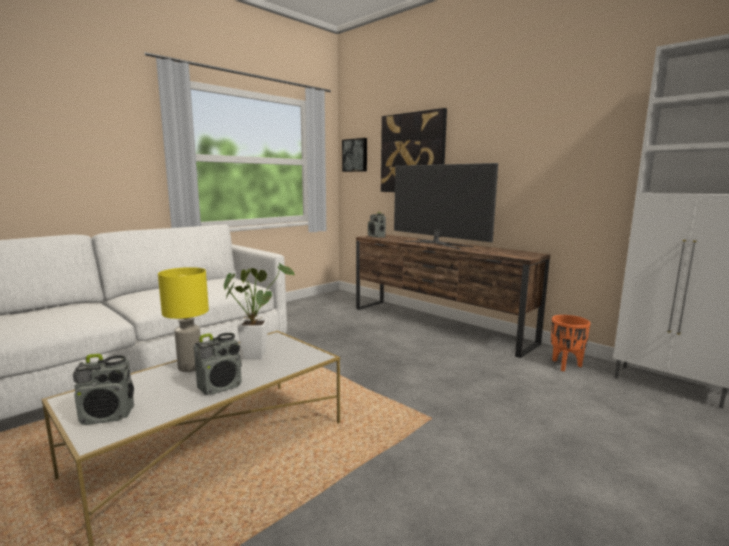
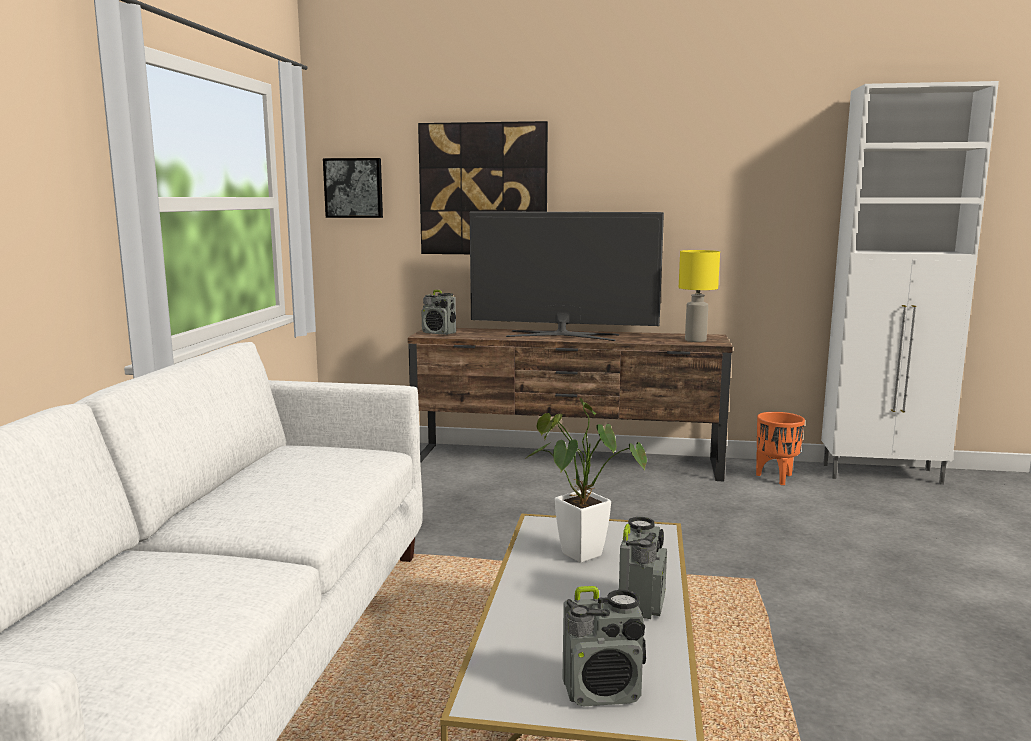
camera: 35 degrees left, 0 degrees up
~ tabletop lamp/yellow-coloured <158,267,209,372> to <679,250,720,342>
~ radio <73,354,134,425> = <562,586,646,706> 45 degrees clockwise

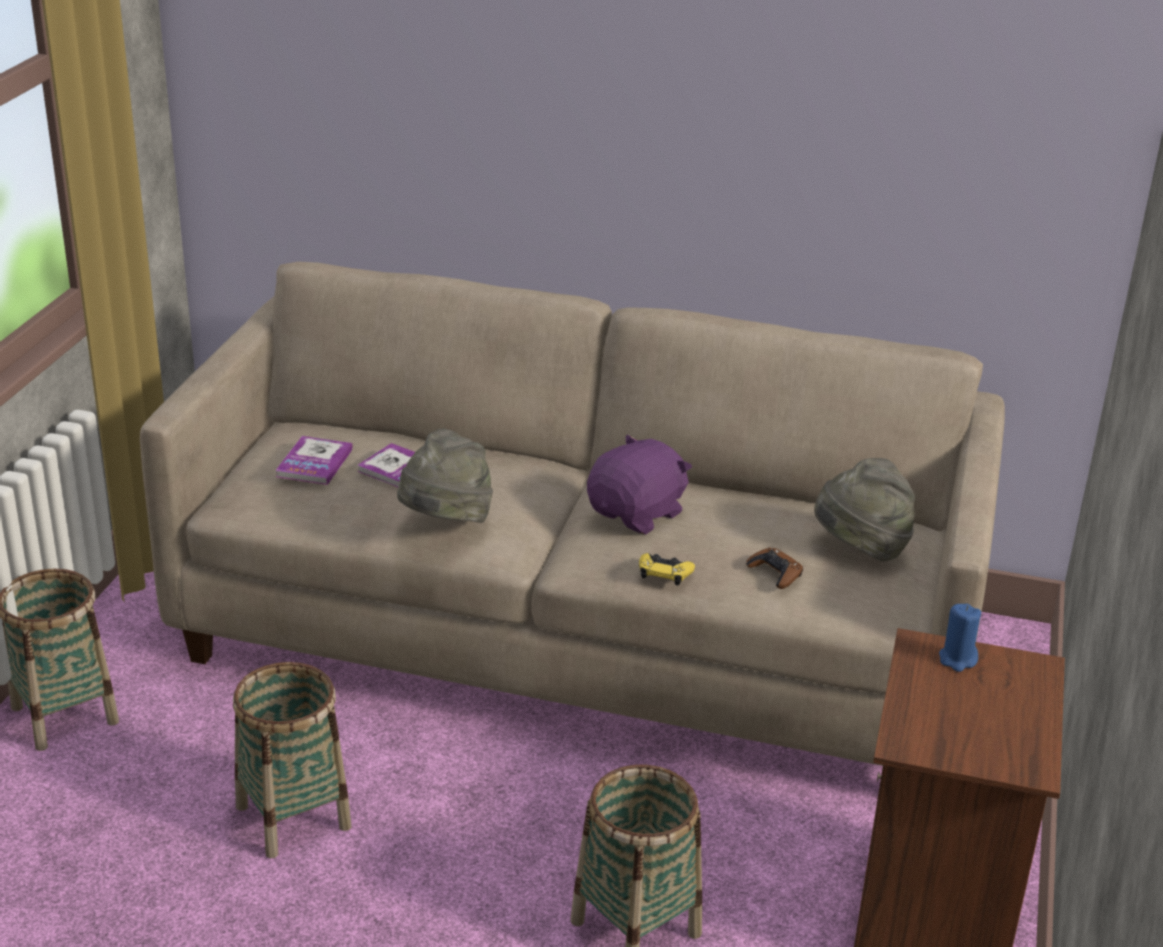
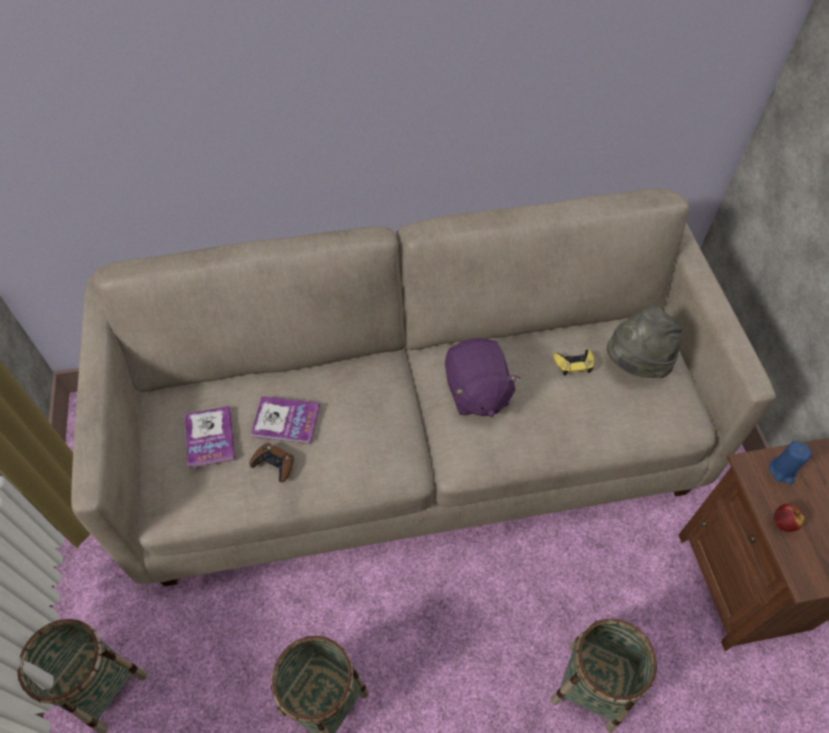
camera: 25 degrees left, 25 degrees up
- wearable hat/greyish <397,429,493,523>
~ cuddly toy/purple-coloured <587,435,692,535> = <445,338,520,417> 150 degrees clockwise
~ game controller/brown <746,547,803,589> to <249,443,294,482>
~ game controller/yellow-coloured <639,553,695,586> to <554,349,594,375>
+ apple <774,504,805,532>

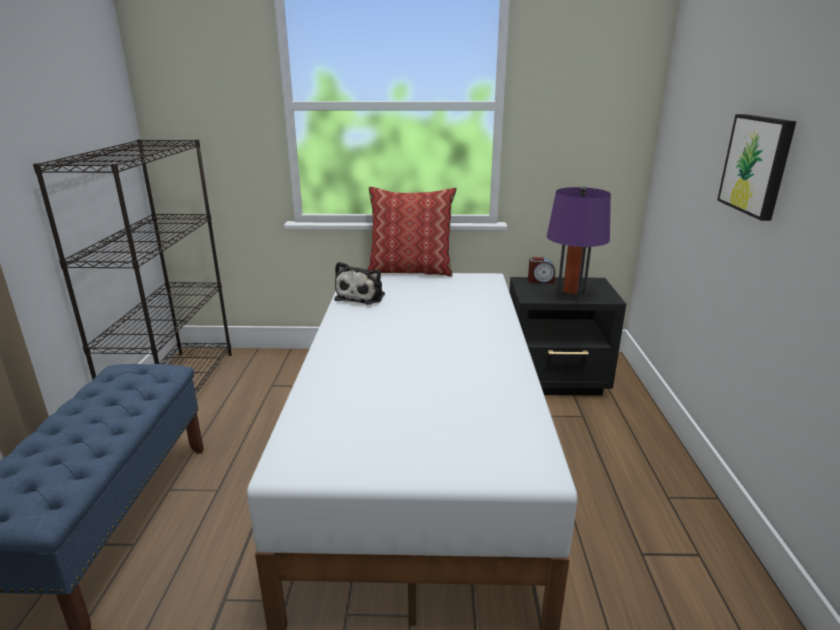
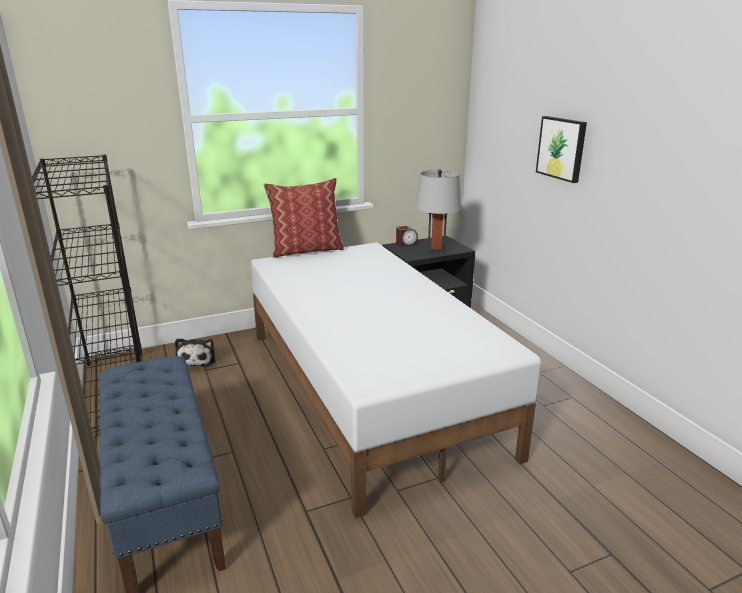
camera: 25 degrees left, 0 degrees up
~ tabletop lamp/purple-coloured <547,186,611,301> to tabletop lamp/greyish <416,169,461,254>
~ cuddly toy <334,262,385,305> to <175,338,216,368>

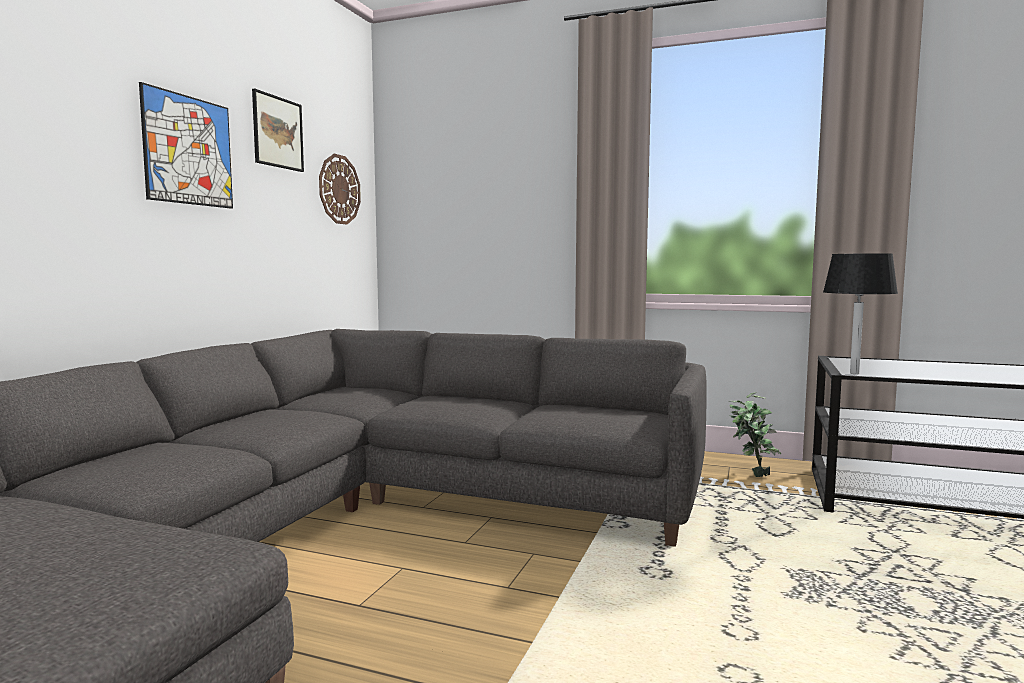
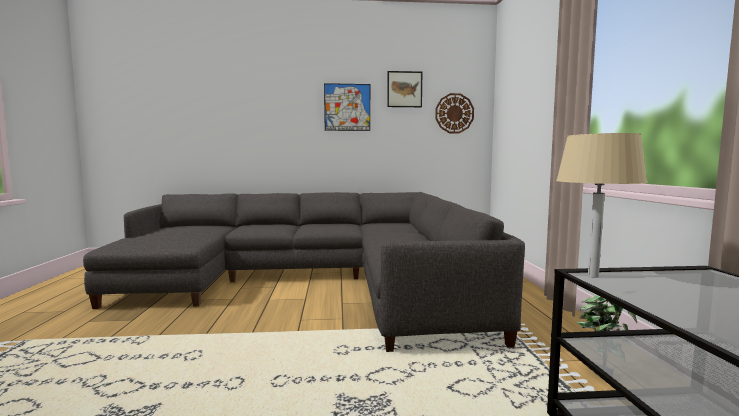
camera: 65 degrees right, 0 degrees up
~ tabletop lamp/black-coloured <823,253,898,374> to tabletop lamp/sand-coloured <556,133,648,278>

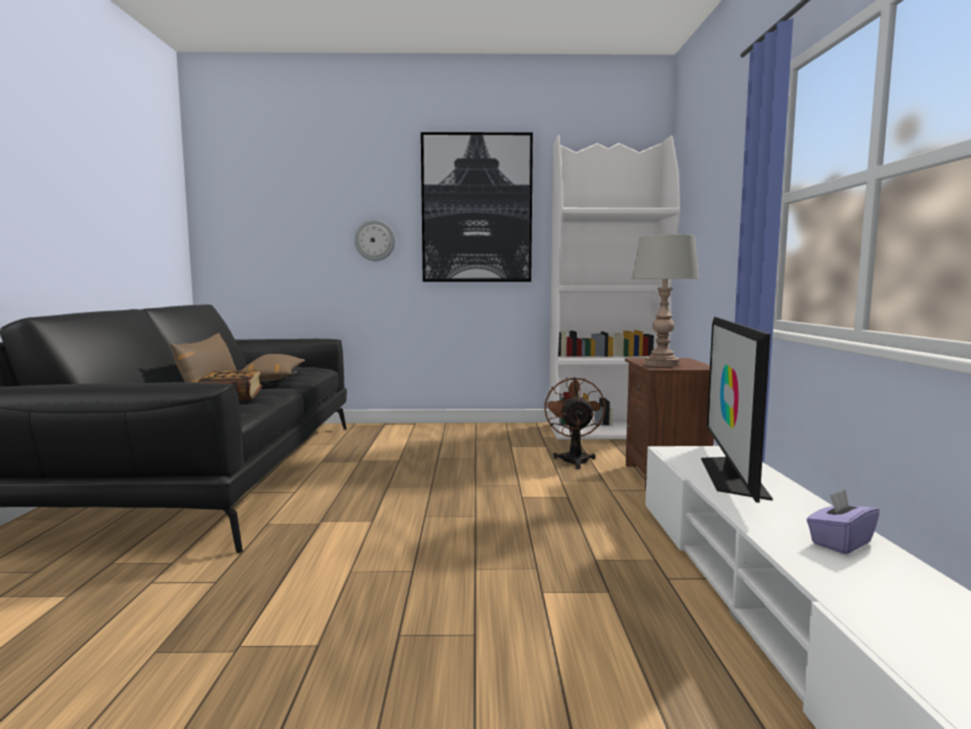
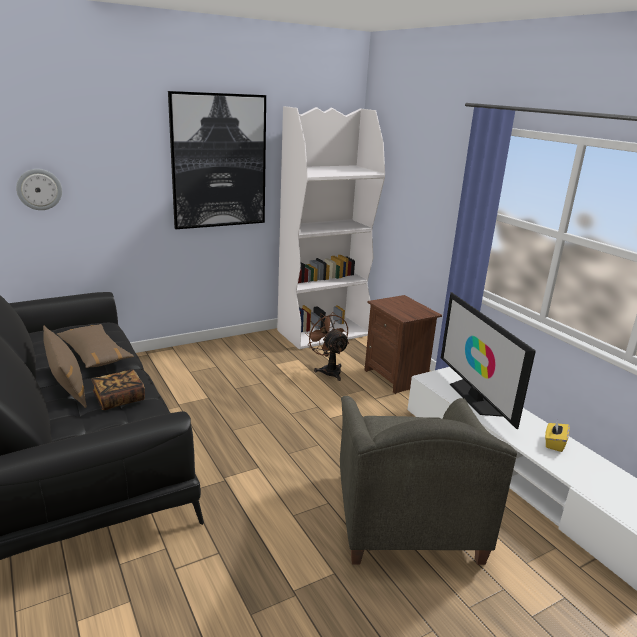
camera: 30 degrees left, 15 degrees up
~ clock on the wall <354,220,395,261> to <16,169,62,210>
- tabletop lamp/greyish <632,234,700,367>
~ box of tissues/purple-coloured <807,489,880,554> to box of tissues/yellow-coloured <545,419,570,452>
+ lounge chair/greyish <340,396,517,565>

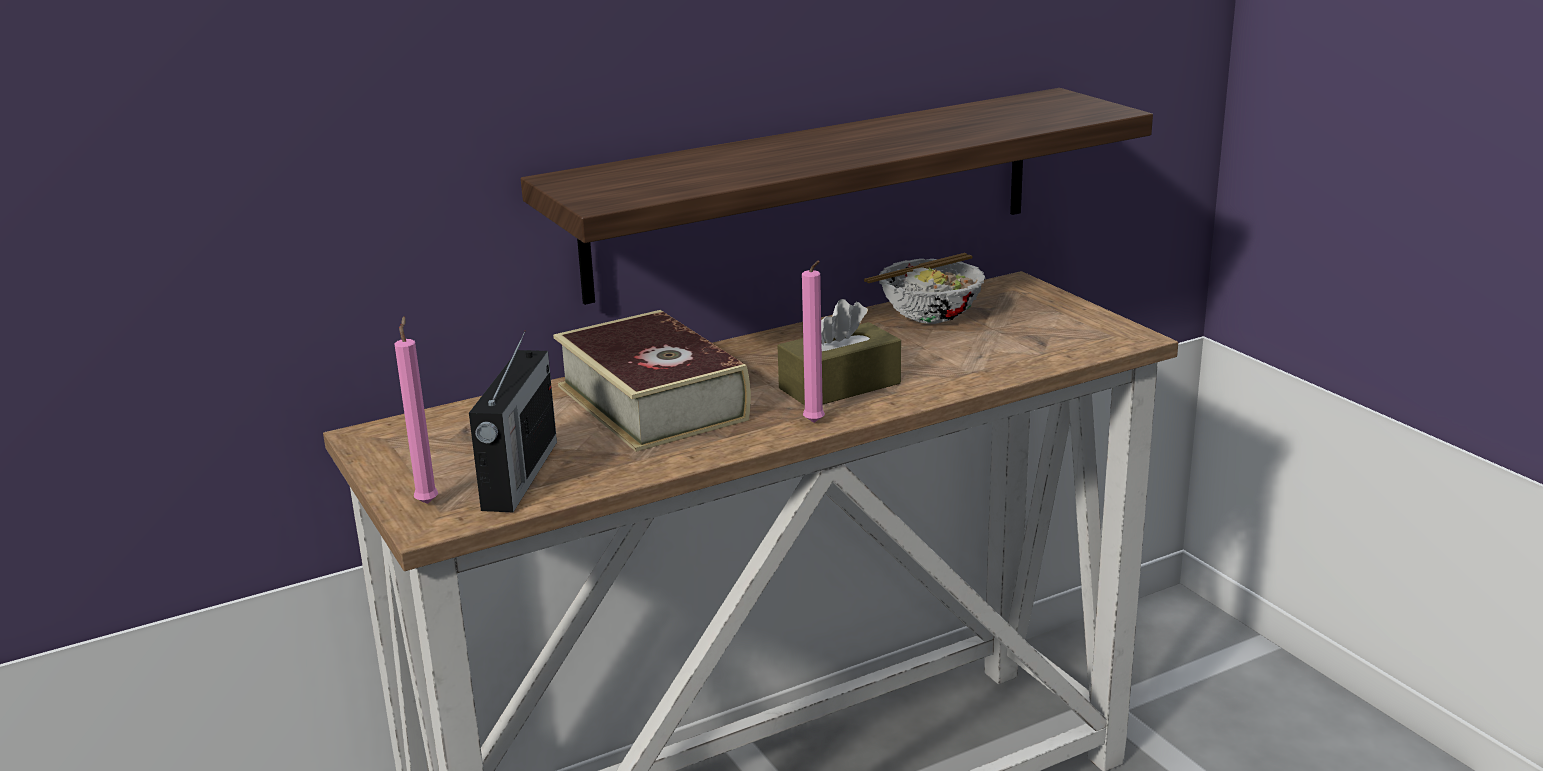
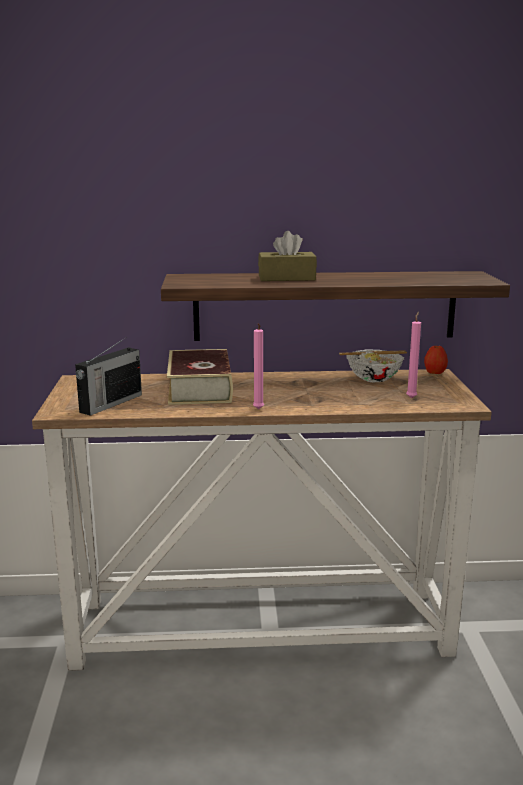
camera: 25 degrees right, 5 degrees down
~ box of tissues/brown <778,299,901,405> to <258,231,317,281>
~ candle/pink-coloured <395,316,438,504> to <406,312,421,398>
+ apple <424,345,448,374>

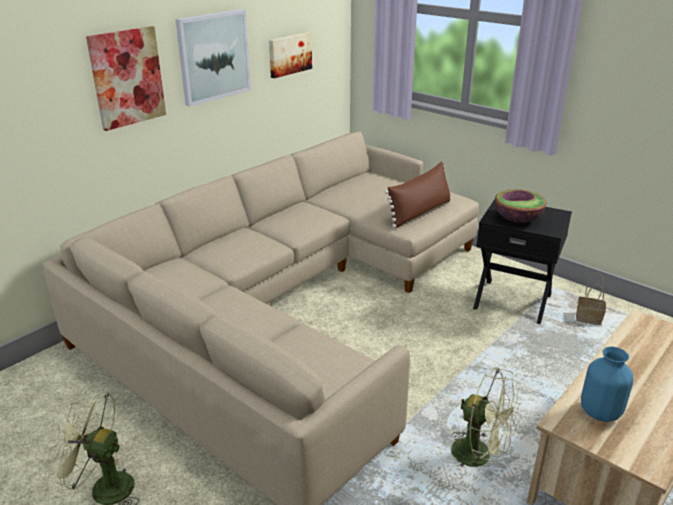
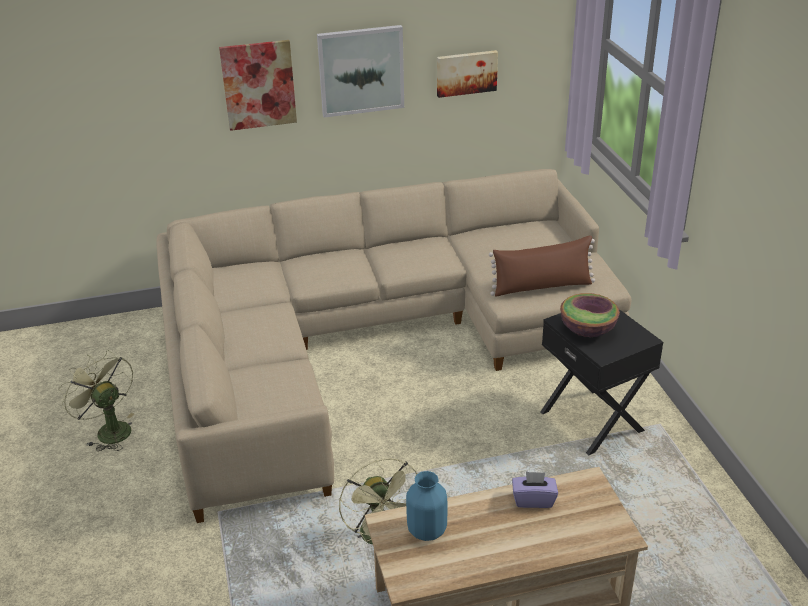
camera: 35 degrees right, 5 degrees up
- basket <576,273,606,325>
+ box of tissues/purple-coloured <512,471,558,508>

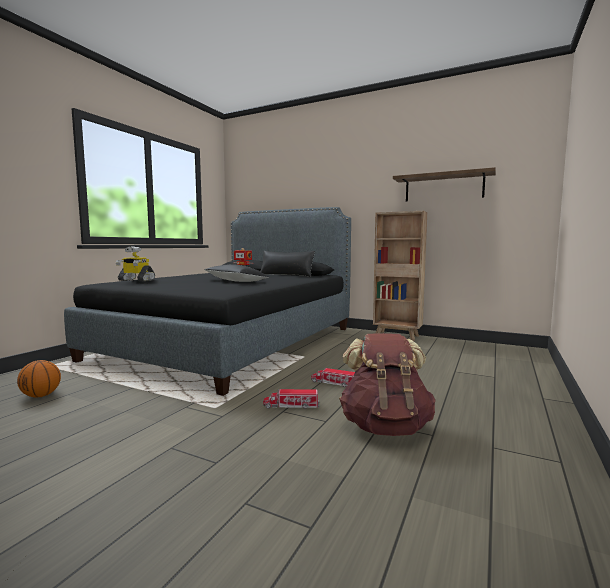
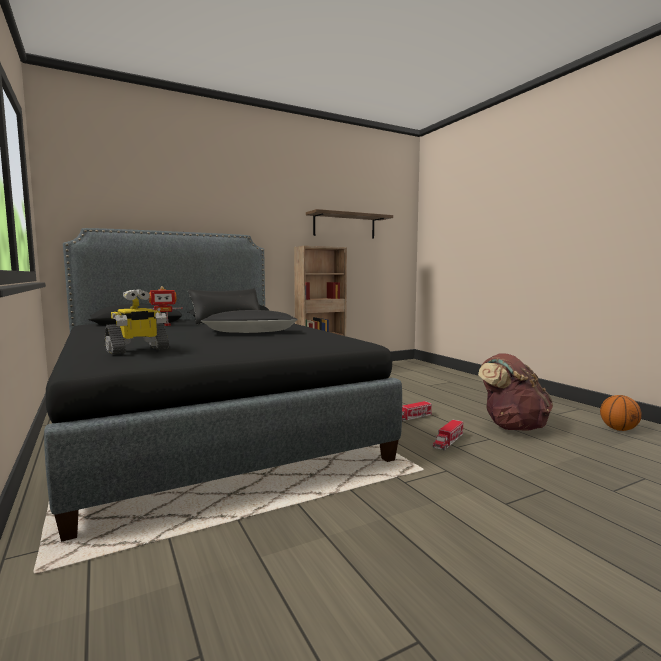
camera: 55 degrees left, 0 degrees up
~ ball for basketball <17,360,61,397> to <600,395,642,431>

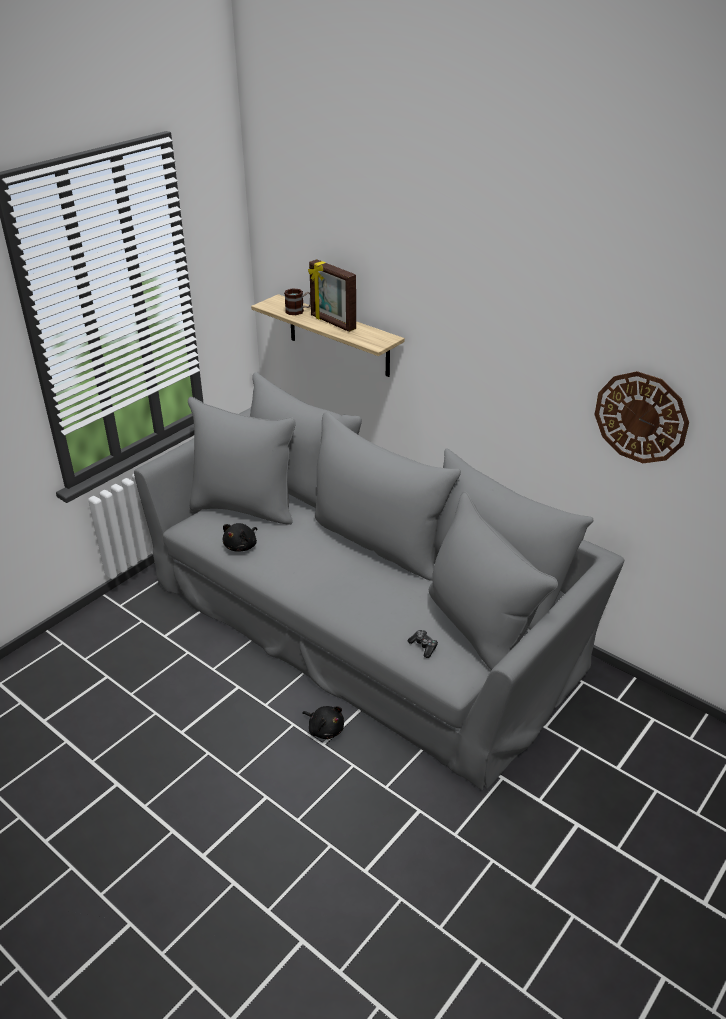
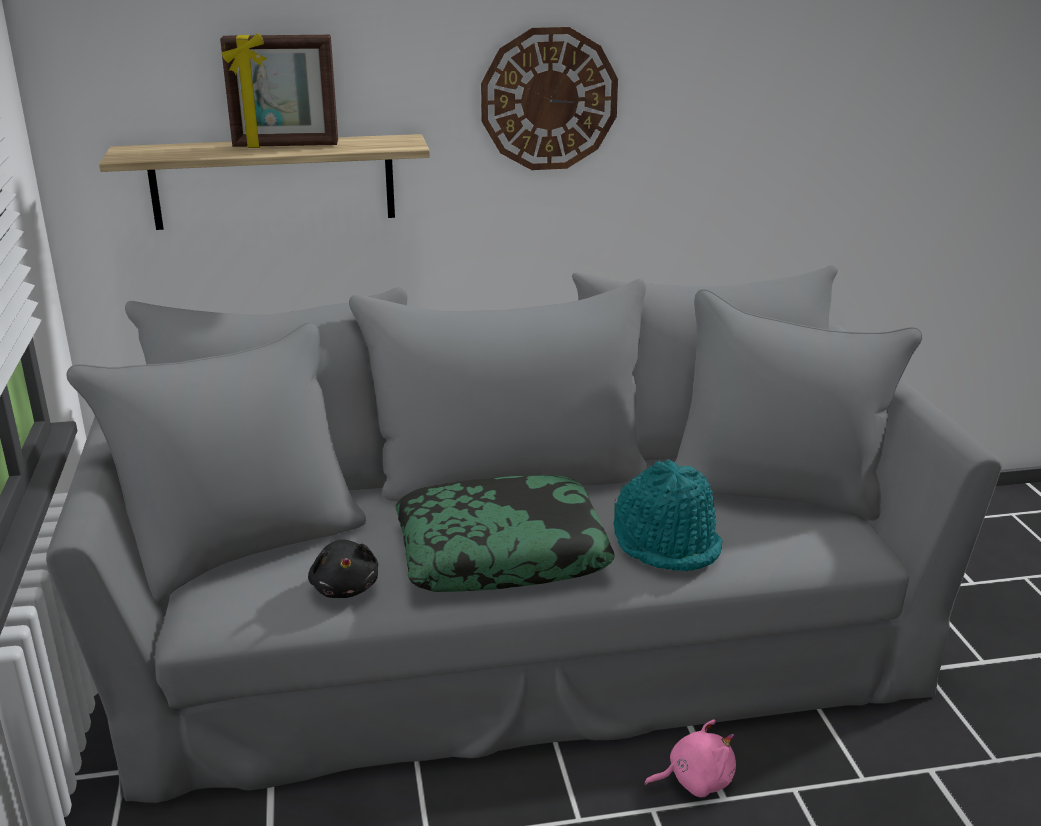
camera: 50 degrees left, 10 degrees down
- mug <284,288,311,315>
~ clock on the wall <594,371,689,463> to <481,27,618,170>
- game controller <408,630,438,658>
~ cuddly toy/black-coloured <302,706,344,739> to cuddly toy/pink-coloured <644,720,736,797>
+ wearable hat/turquoise <613,459,723,571>
+ throw pillow <395,475,615,592>

